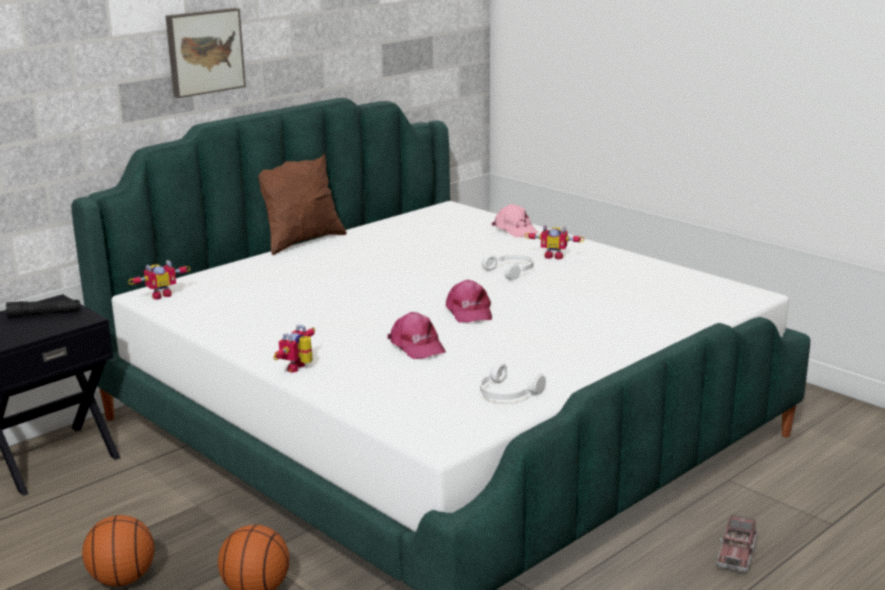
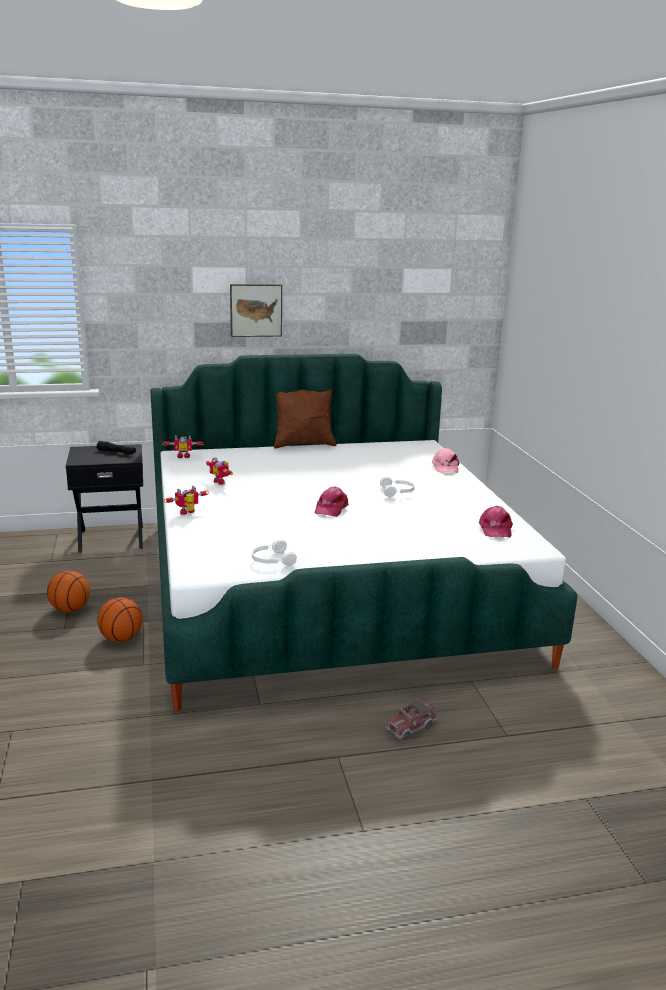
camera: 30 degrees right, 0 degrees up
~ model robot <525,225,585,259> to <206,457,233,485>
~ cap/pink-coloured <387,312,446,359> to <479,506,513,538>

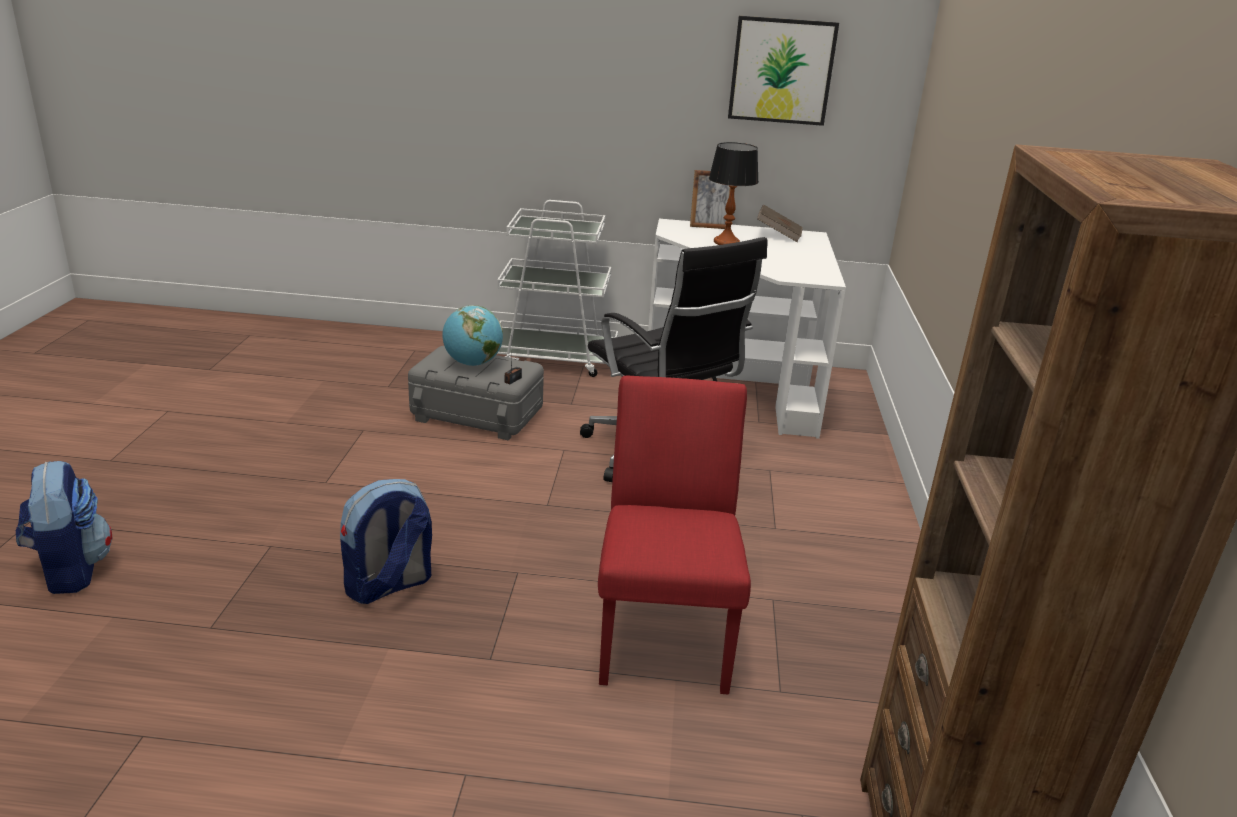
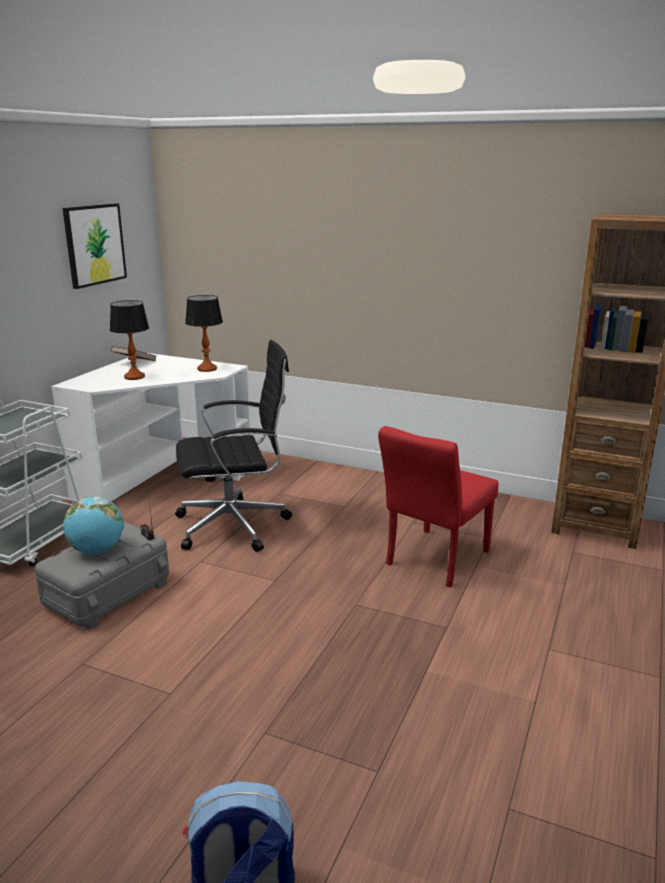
camera: 70 degrees left, 5 degrees down
- standing frame <690,170,730,229>
~ chair/reddish <598,376,751,695> = <378,426,498,587> 75 degrees counterclockwise
- rucksack <340,479,432,604>
+ tabletop lamp <185,295,223,372>

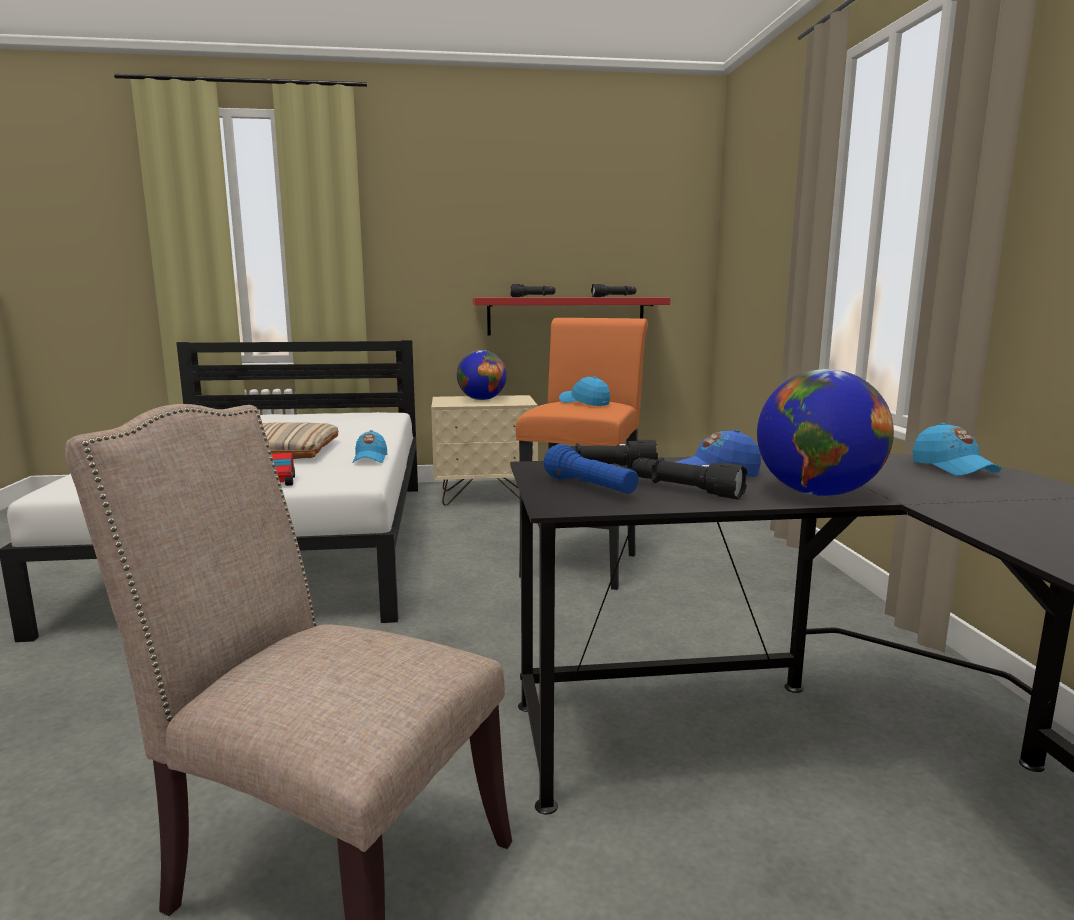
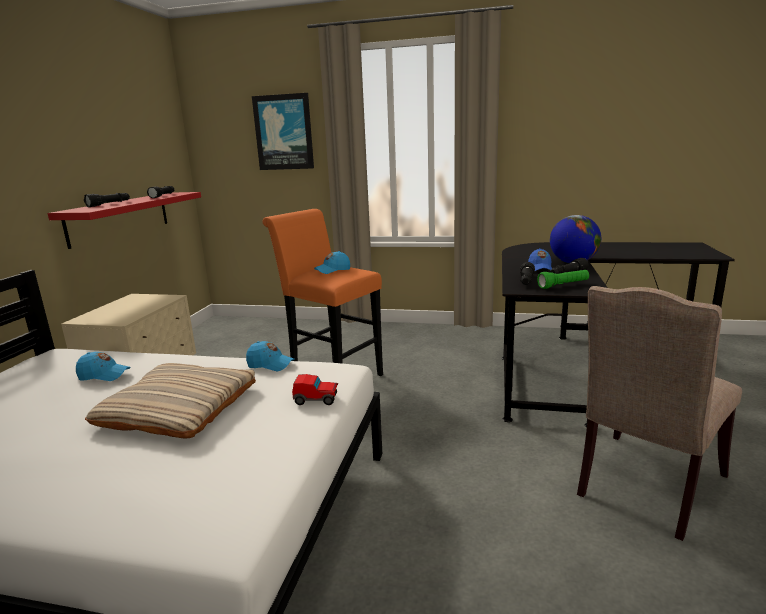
camera: 70 degrees left, 5 degrees up
- globe <457,350,507,400>
~ cap/blue <913,423,1001,476> to <76,352,131,381>
~ torch/blue <544,444,638,494> to torch/green-coloured <537,270,589,289>
+ picture <252,93,314,170>

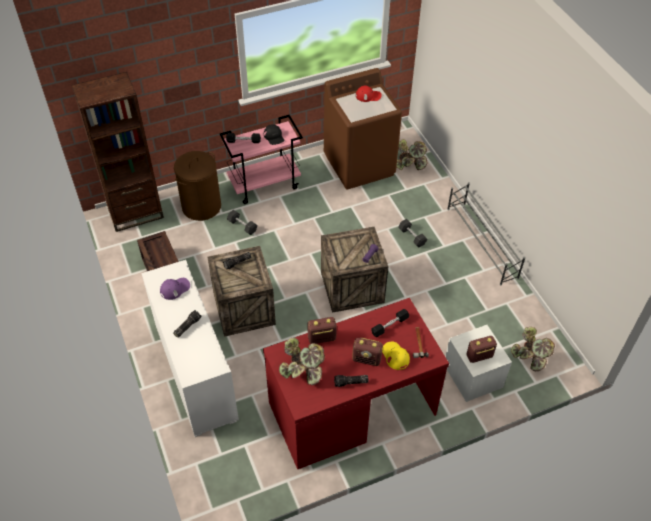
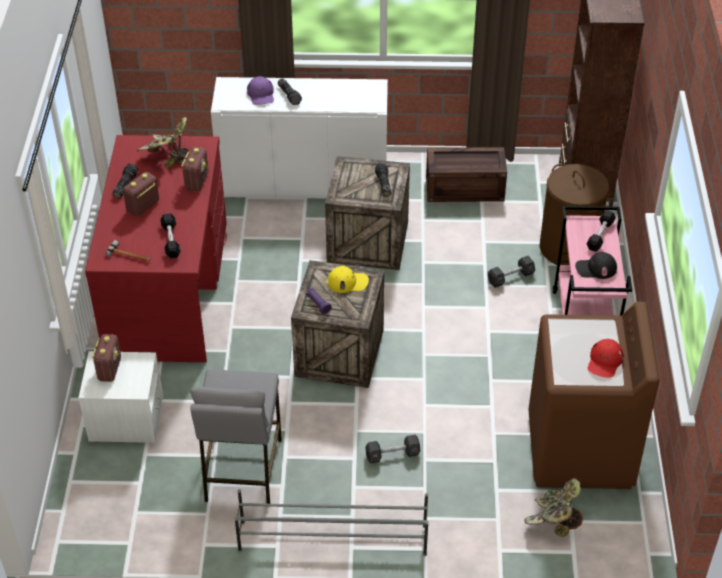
camera: 115 degrees right, 5 degrees down
~ cap/purple-coloured <160,278,190,300> to <247,76,274,105>
- potted plant <511,326,555,371>
~ cap/yellow-coloured <382,342,410,370> to <327,266,369,293>
+ stool seat/greyish <190,369,282,504>

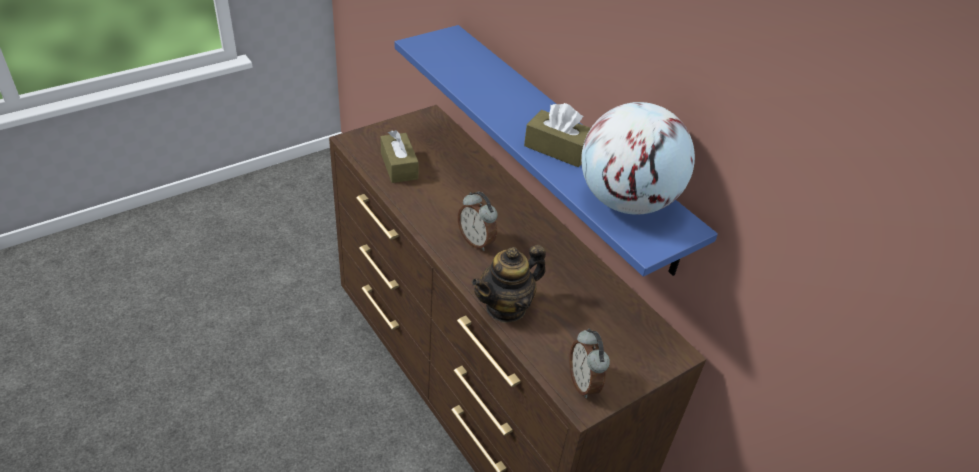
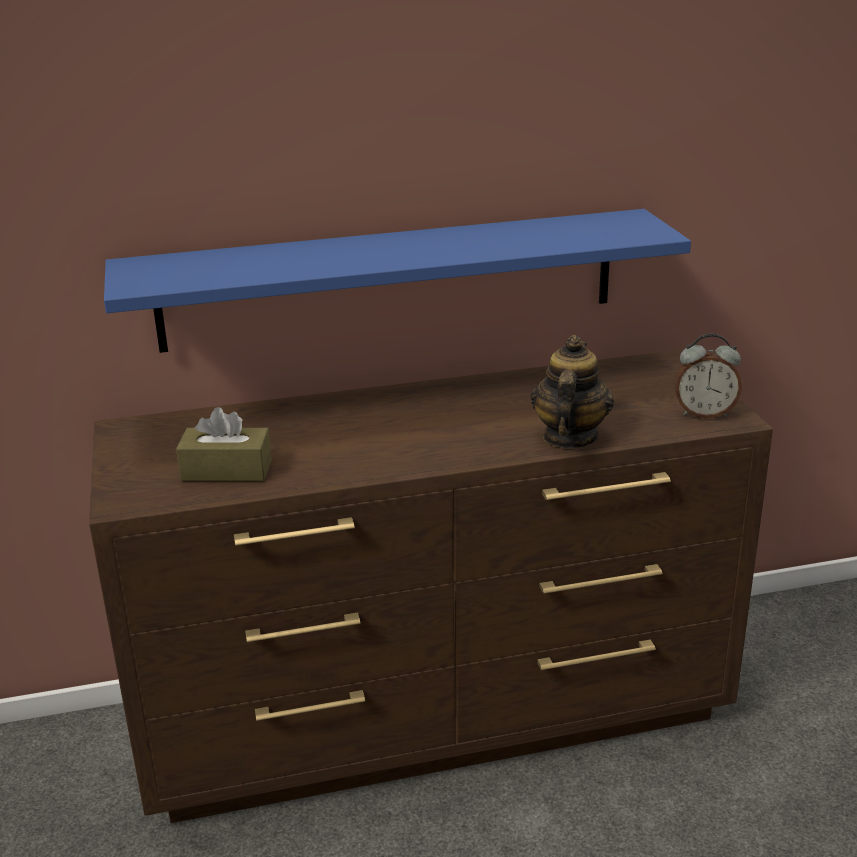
camera: 65 degrees left, 15 degrees down
- globe <581,102,695,215>
- box of tissues/brown <524,103,591,167>
- bedside clock <458,192,498,251>
~ pot for tea <472,245,546,323> = <531,335,614,448> 150 degrees counterclockwise

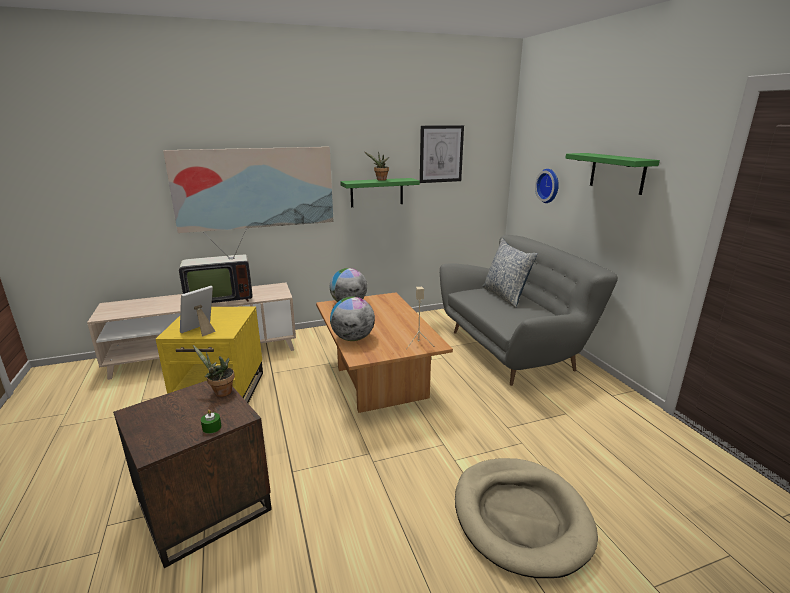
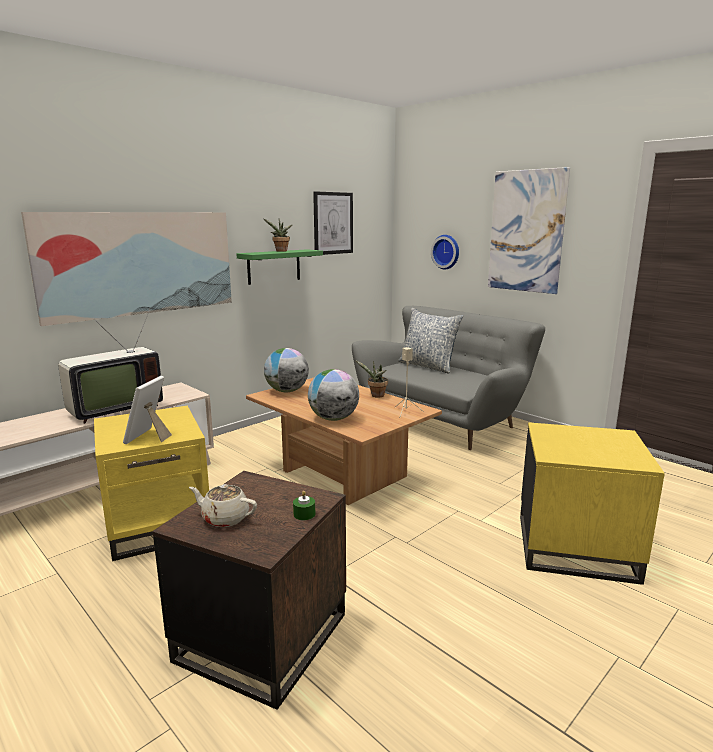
camera: 25 degrees left, 5 degrees down
~ shelf/green-coloured <565,153,660,195> to picture <488,167,570,294>
~ potted plant <193,345,235,397> to <355,360,388,398>
~ pet bed/sand-coloured <455,458,598,578> to accent table/yellow-coloured <520,422,665,585>
+ pot for tea/sand-coloured <189,484,257,527>

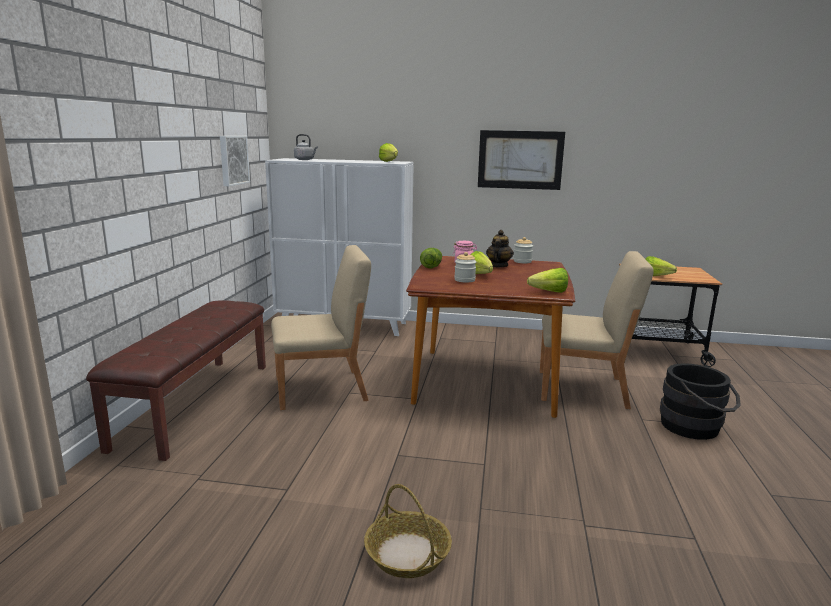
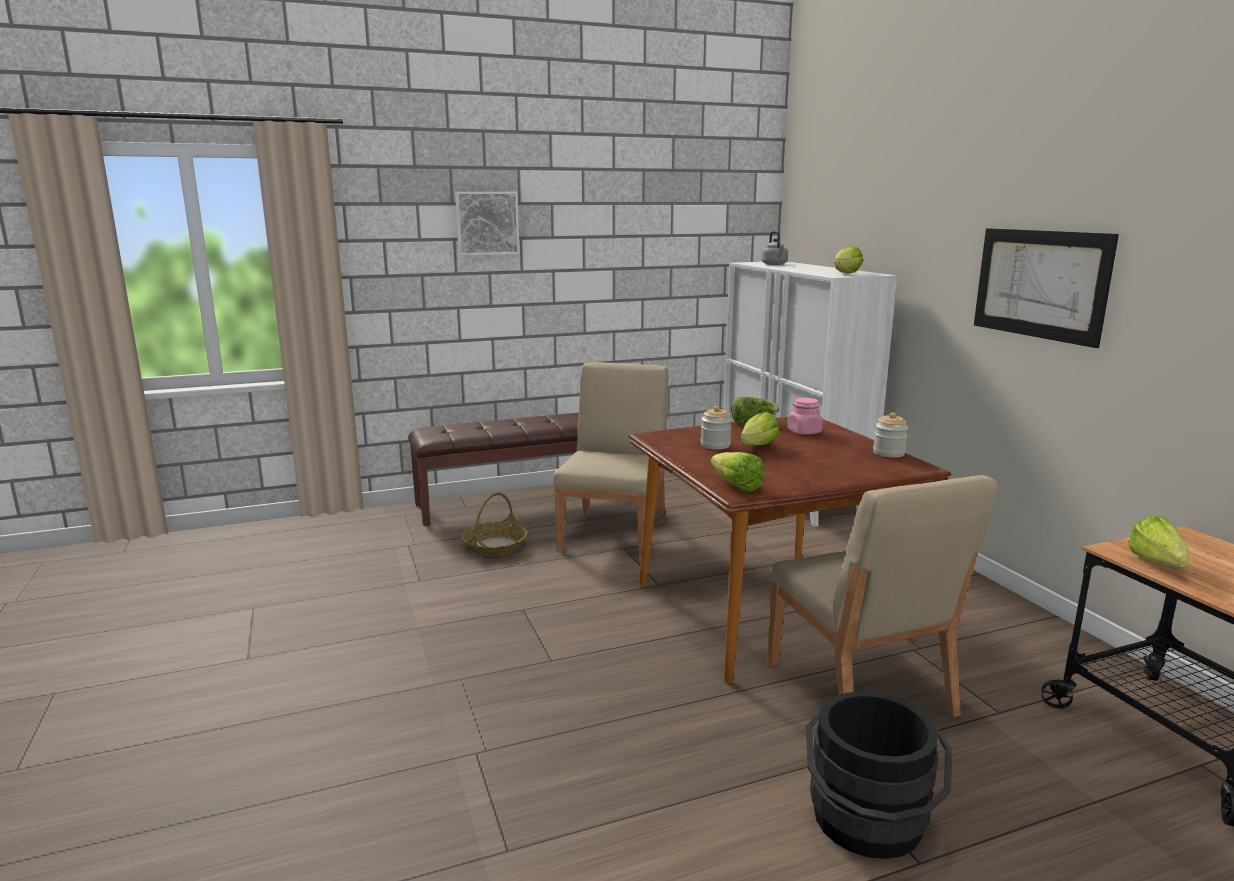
camera: 60 degrees right, 0 degrees up
~ picture <220,136,250,186> to <455,192,520,256>
- pot for tea <486,230,514,267>
~ chair/sand-coloured <271,245,371,410> = <553,362,669,560> 120 degrees counterclockwise
~ basket <364,484,452,578> to <461,492,527,556>

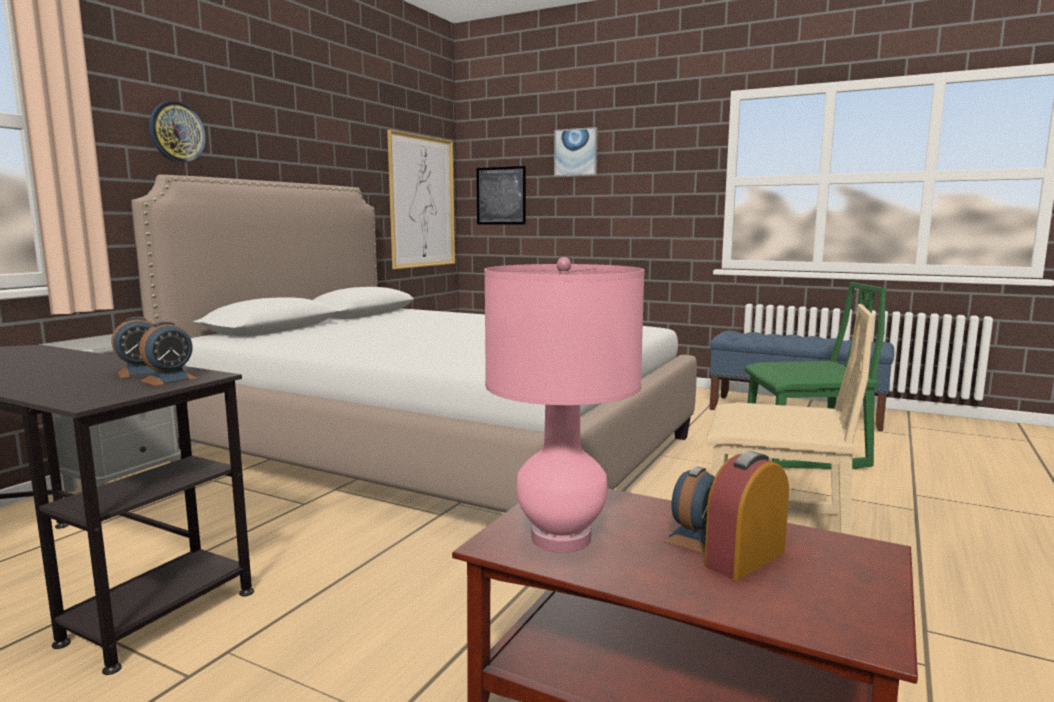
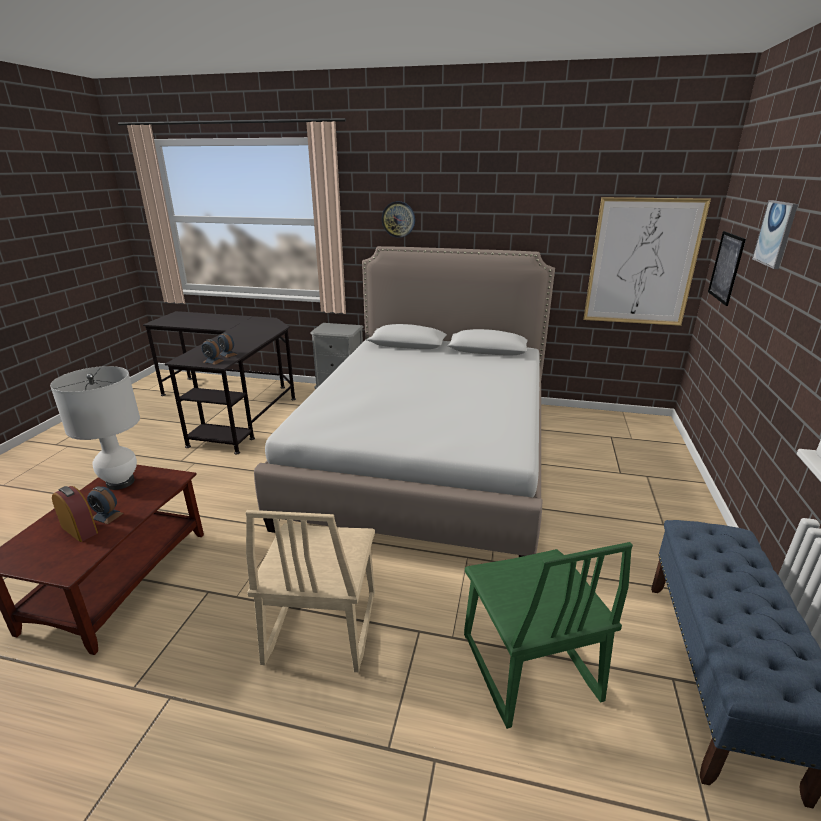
camera: 75 degrees right, 15 degrees up
~ tabletop lamp/pink-coloured <484,257,645,553> to tabletop lamp/white-coloured <50,366,140,490>

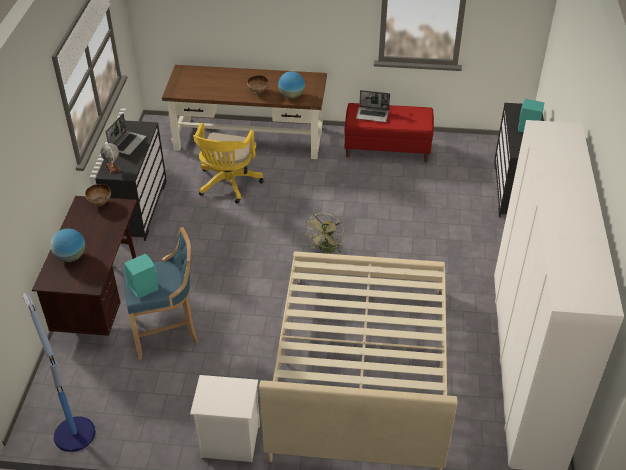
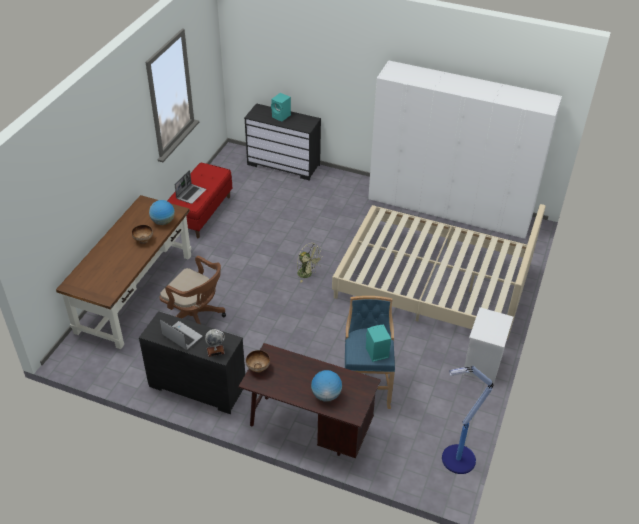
camera: 75 degrees left, 0 degrees up
~ computer chair/yellow-coloured <193,123,263,203> to computer chair/brown <160,256,226,324>

